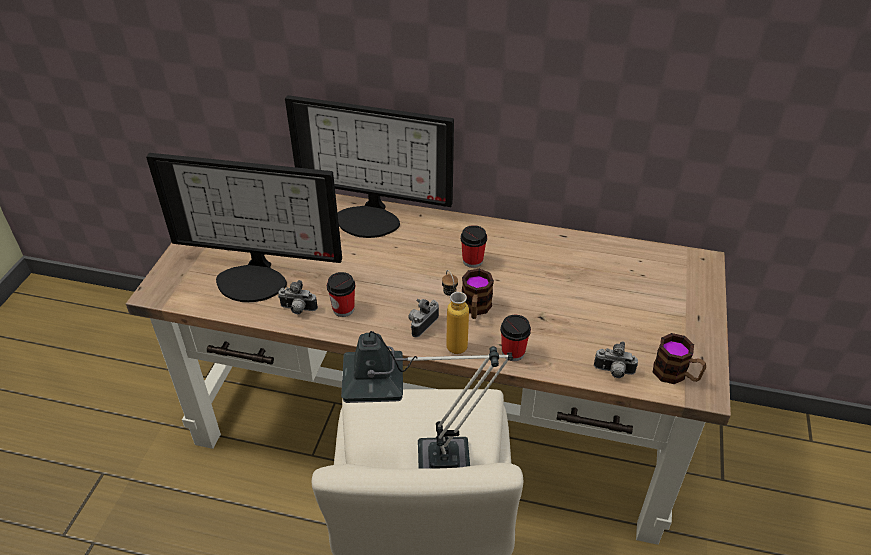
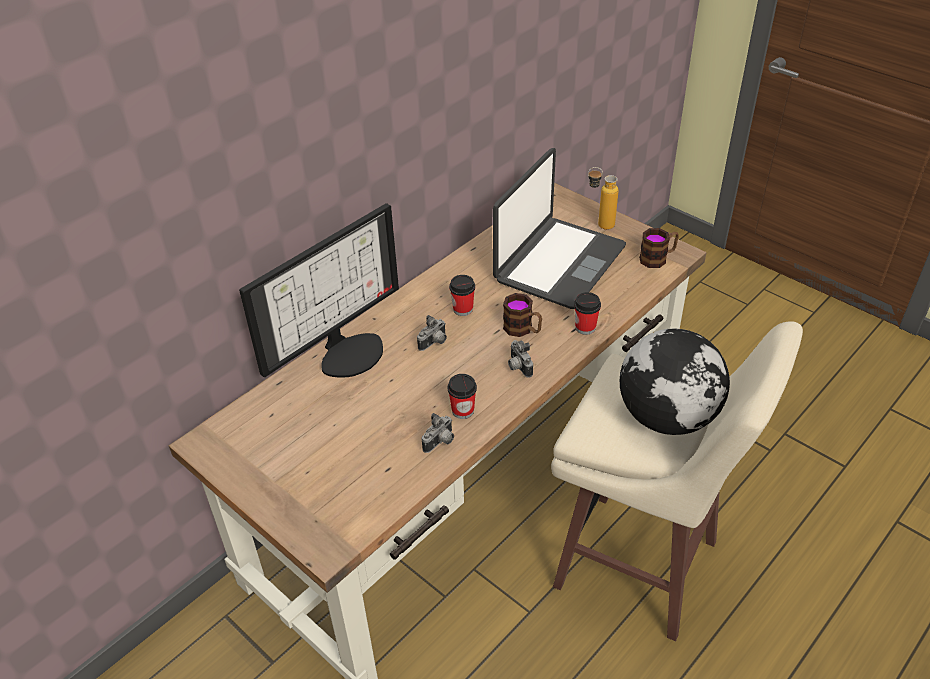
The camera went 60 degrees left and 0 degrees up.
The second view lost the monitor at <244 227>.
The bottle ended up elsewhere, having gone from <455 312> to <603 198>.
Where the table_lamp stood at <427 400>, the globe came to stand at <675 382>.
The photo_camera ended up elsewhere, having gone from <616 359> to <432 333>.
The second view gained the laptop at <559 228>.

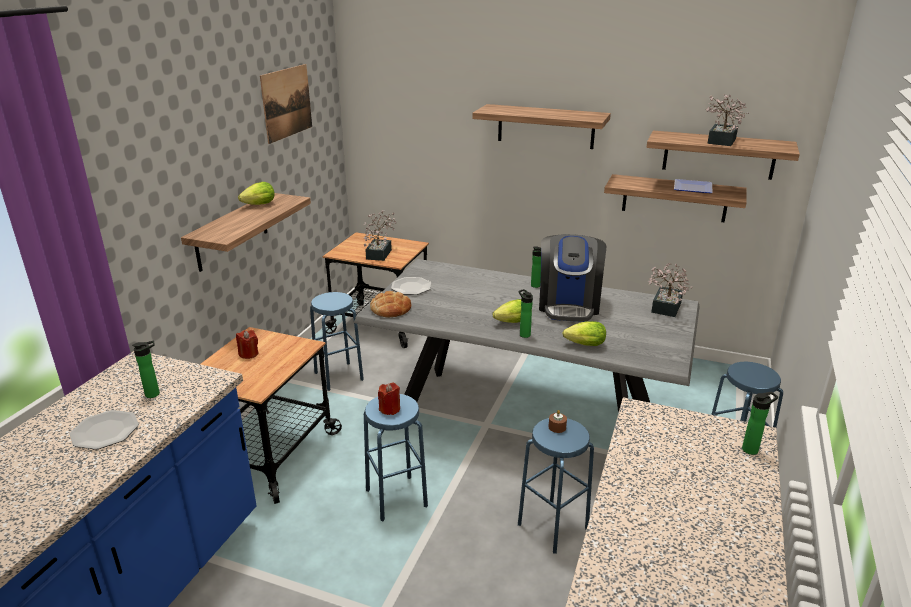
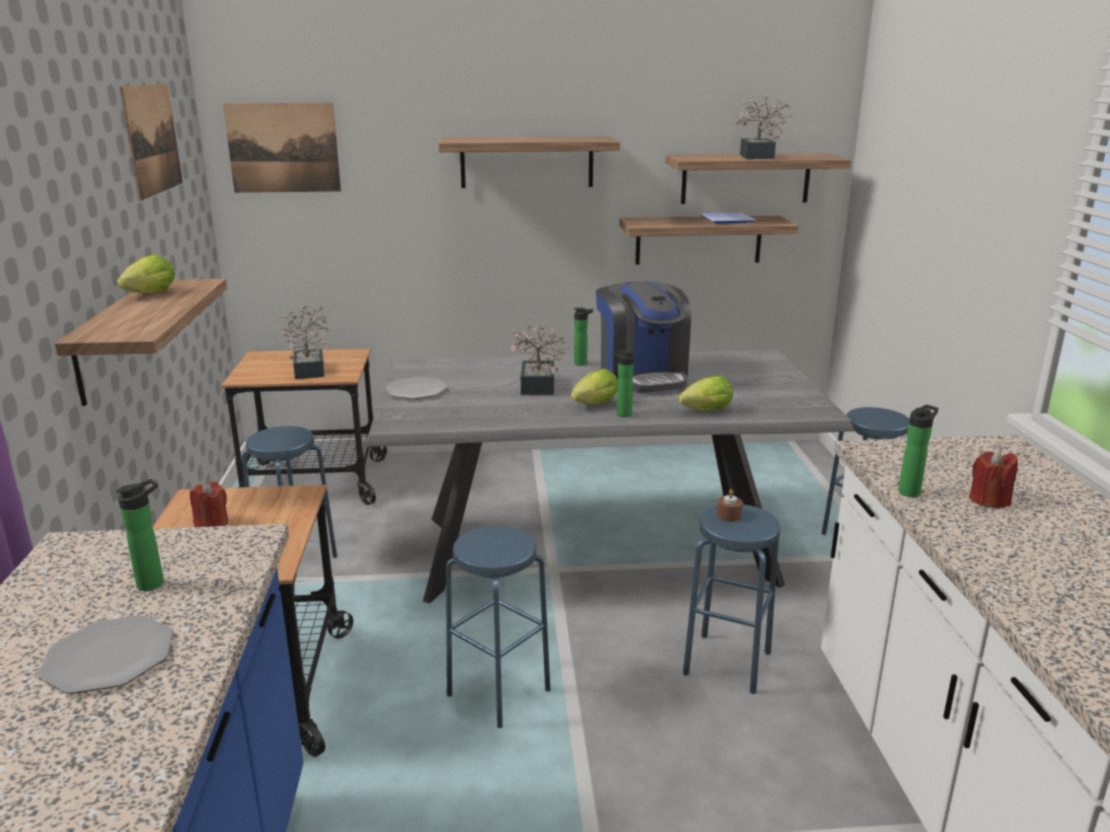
The camera went 25 degrees left and 5 degrees down.
The potted_plant ended up elsewhere, having gone from <670 290> to <540 360>.
The second view lost the bread at <390 304>.
The red_candle ended up elsewhere, having gone from <389 399> to <993 479>.
The bottle ended up elsewhere, having gone from <760 423> to <918 451>.
The second view gained the picture at <282 148>.

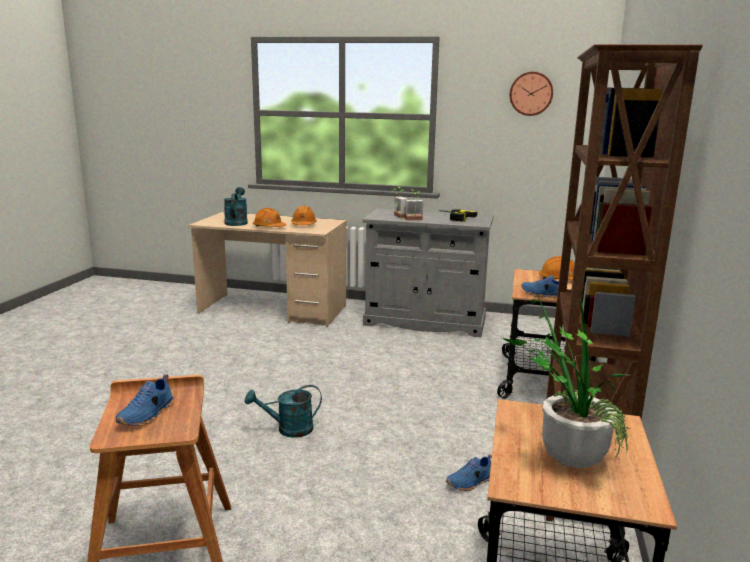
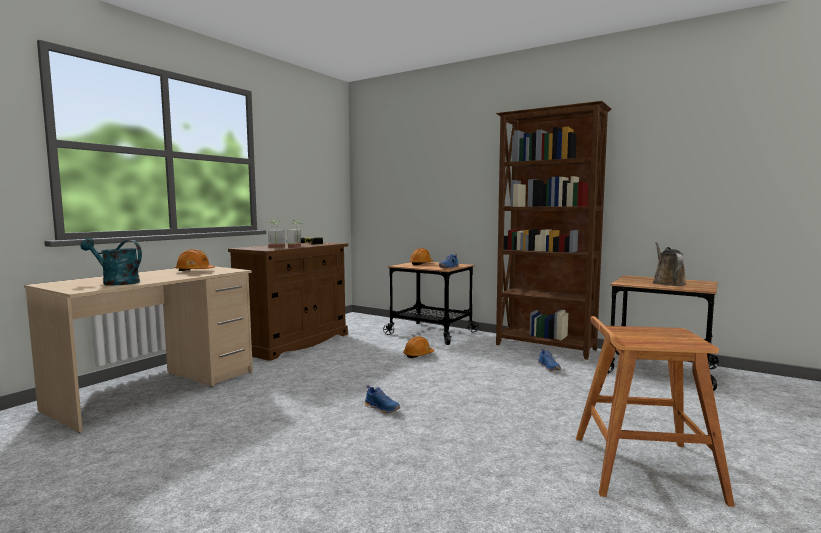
The camera went 70 degrees left and 10 degrees down.
The second view lost the wall_clock at <531 94>.
The orange_hard_hat ended up elsewhere, having gone from <269 217> to <418 347>.
What was the grey_cabinet at <428 273> turned into the brown_cabinet at <288 301>.
Where the potted_plant stood at <566 377>, the brown_watering_can came to stand at <669 264>.
The blue_shoe ended up elsewhere, having gone from <145 400> to <382 399>.
The second view lost the turquoise_watering_can at <283 411>.

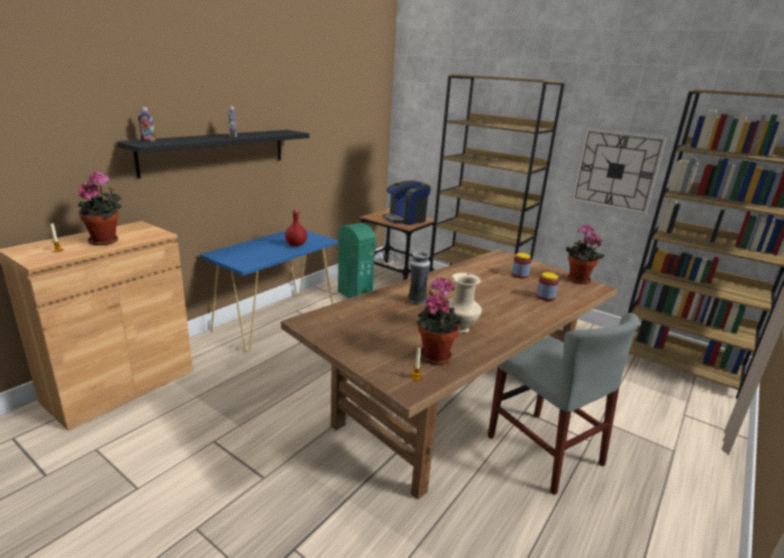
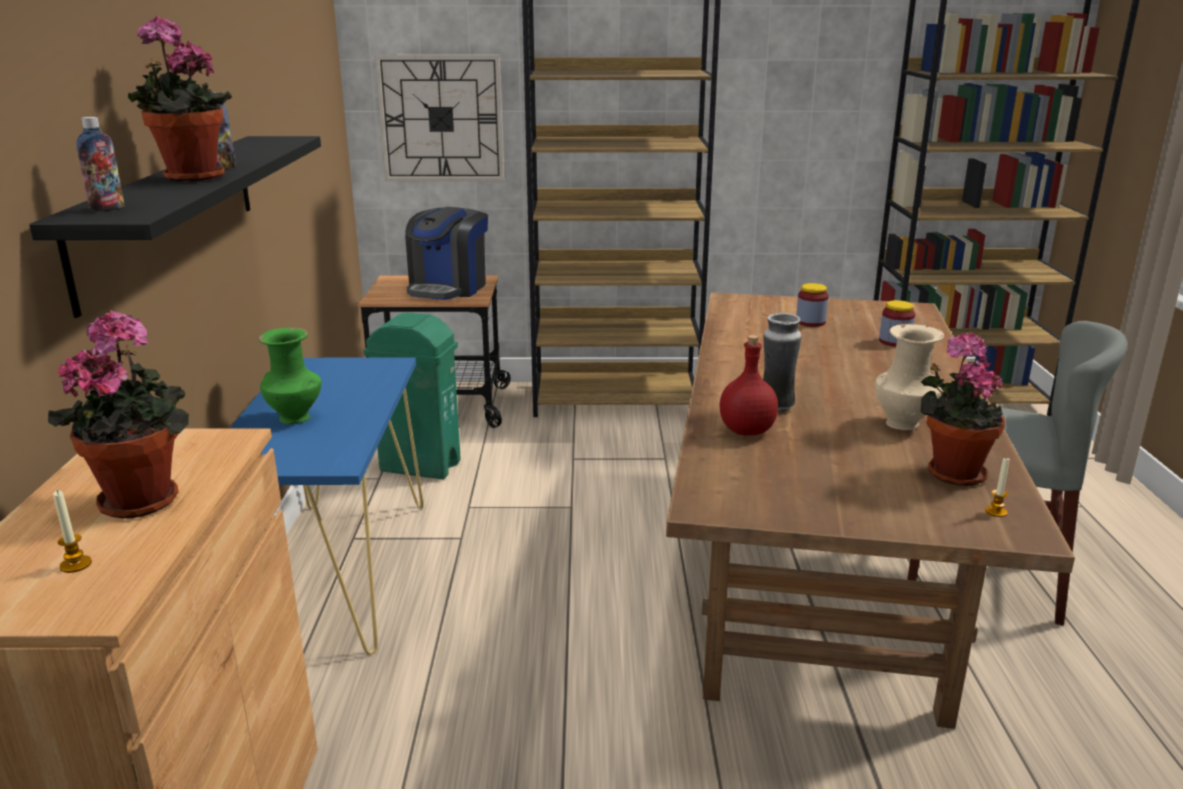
The camera went 35 degrees left and 0 degrees up.
The wall_clock ended up elsewhere, having gone from <619 171> to <439 118>.
The red_bottle ended up elsewhere, having gone from <296 227> to <748 385>.
The potted_plant ended up elsewhere, having gone from <585 254> to <180 99>.
The second view gained the green_vase at <289 375>.

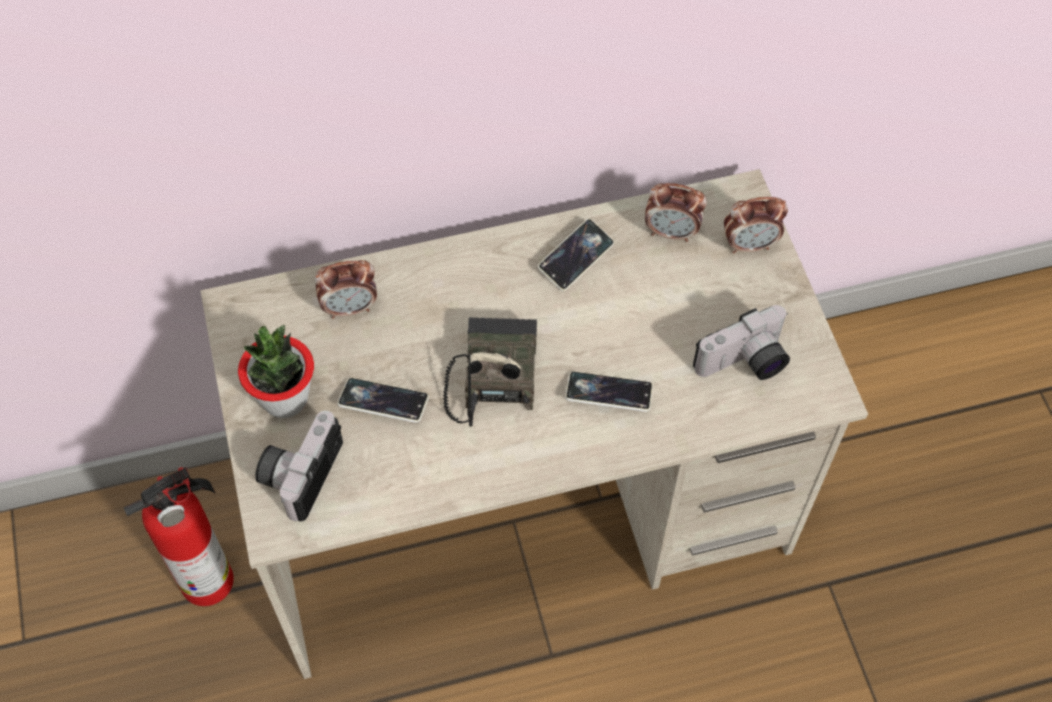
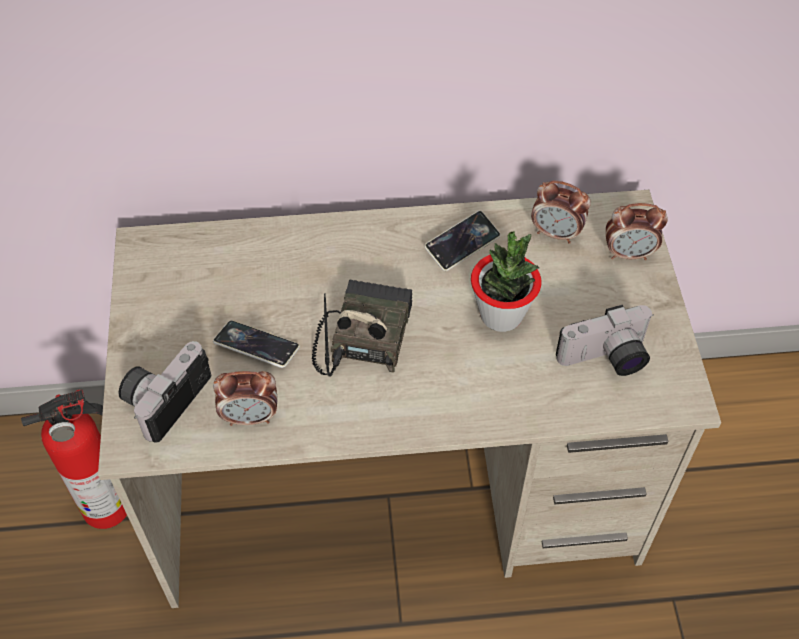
The camera went 10 degrees right and 5 degrees down.
The alarm_clock ended up elsewhere, having gone from <346 289> to <245 398>.
The potted_plant ended up elsewhere, having gone from <276 371> to <506 281>.
The second view lost the phone at <609 392>.

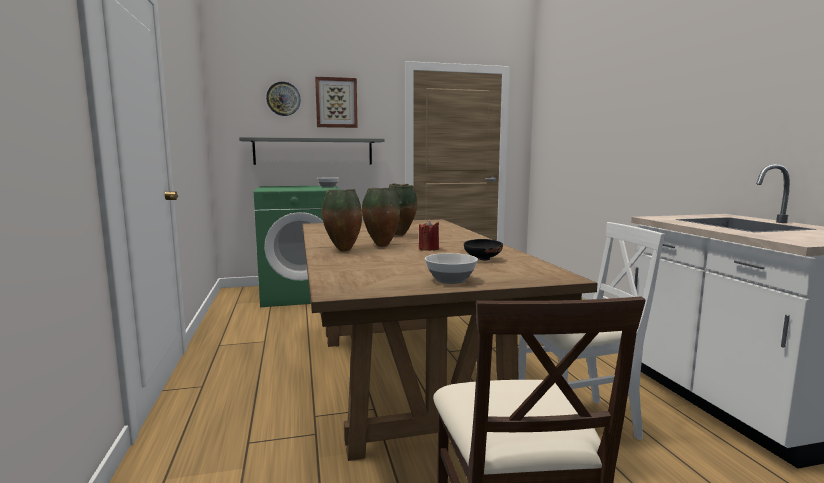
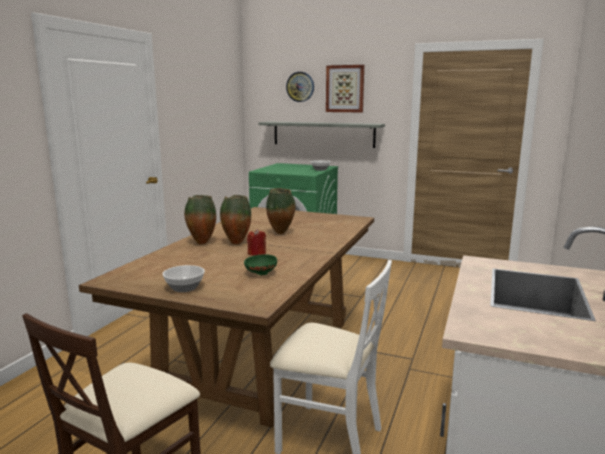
The camera went 35 degrees right and 5 degrees up.
What was the black_bowl at <483 250> turned into the green_bowl at <260 264>.

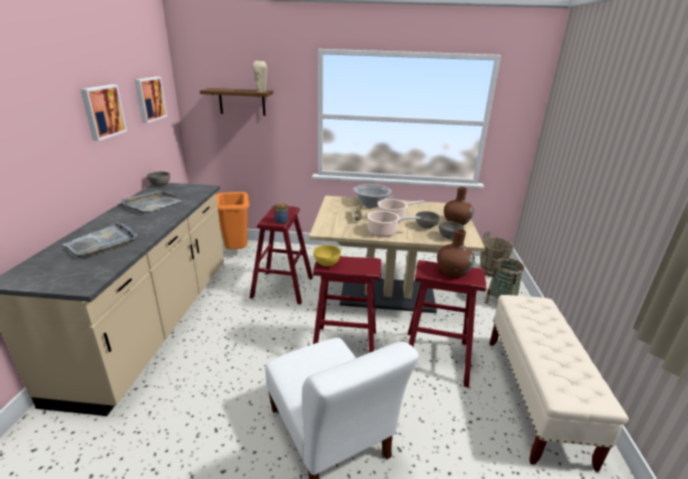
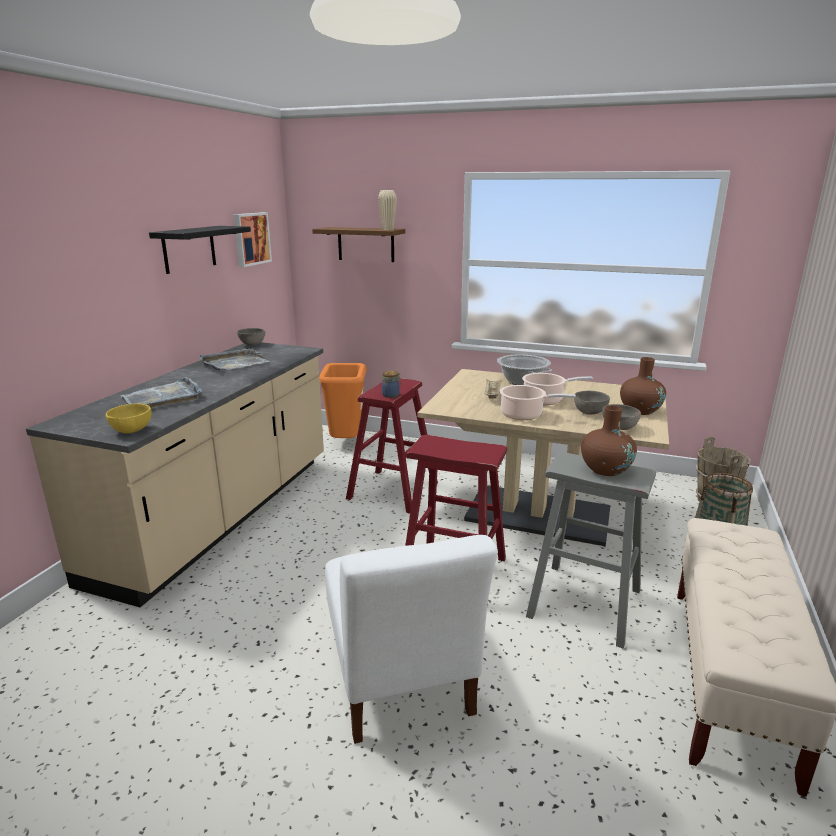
The camera went 15 degrees right and 5 degrees down.
Where the picture hung at <103 113>, the black_shelf came to hang at <200 250>.
The yellow_bowl ended up elsewhere, having gone from <327 256> to <129 418>.
What was the red_stool at <447 324> turned into the grey_stool at <591 550>.

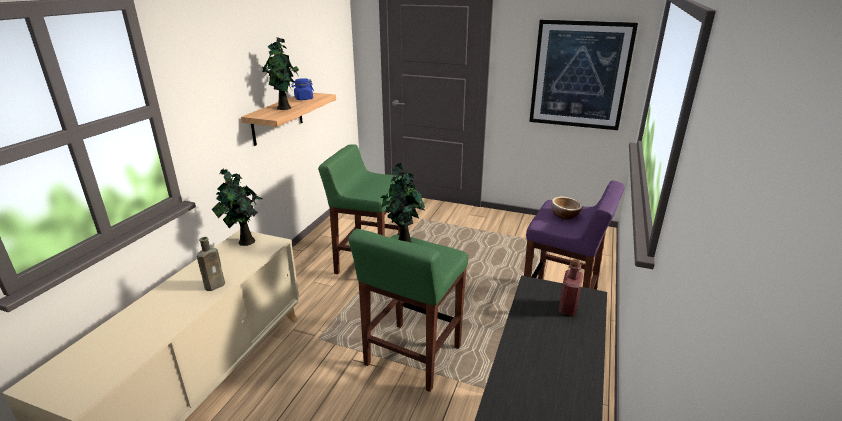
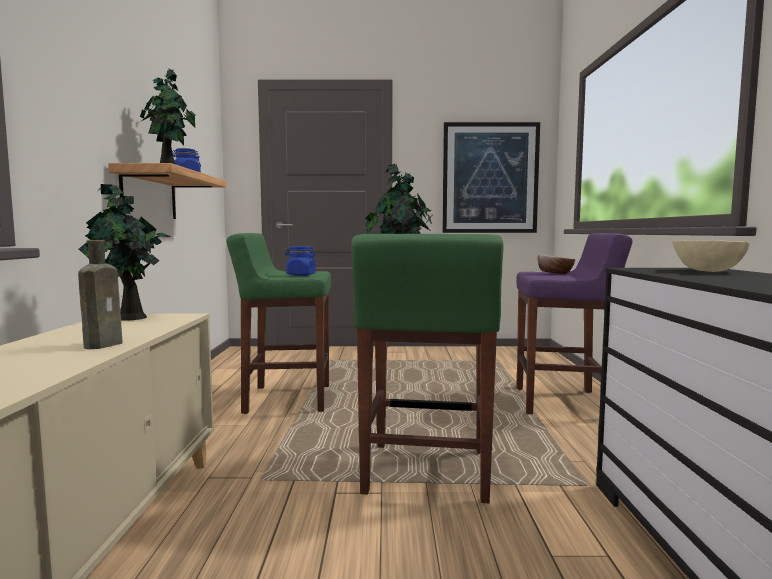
The camera went 20 degrees left and 20 degrees down.
Where the red_bottle stood at <570 287>, the beige_bowl came to stand at <711 256>.
The second view gained the blue_jar at <301 261>.

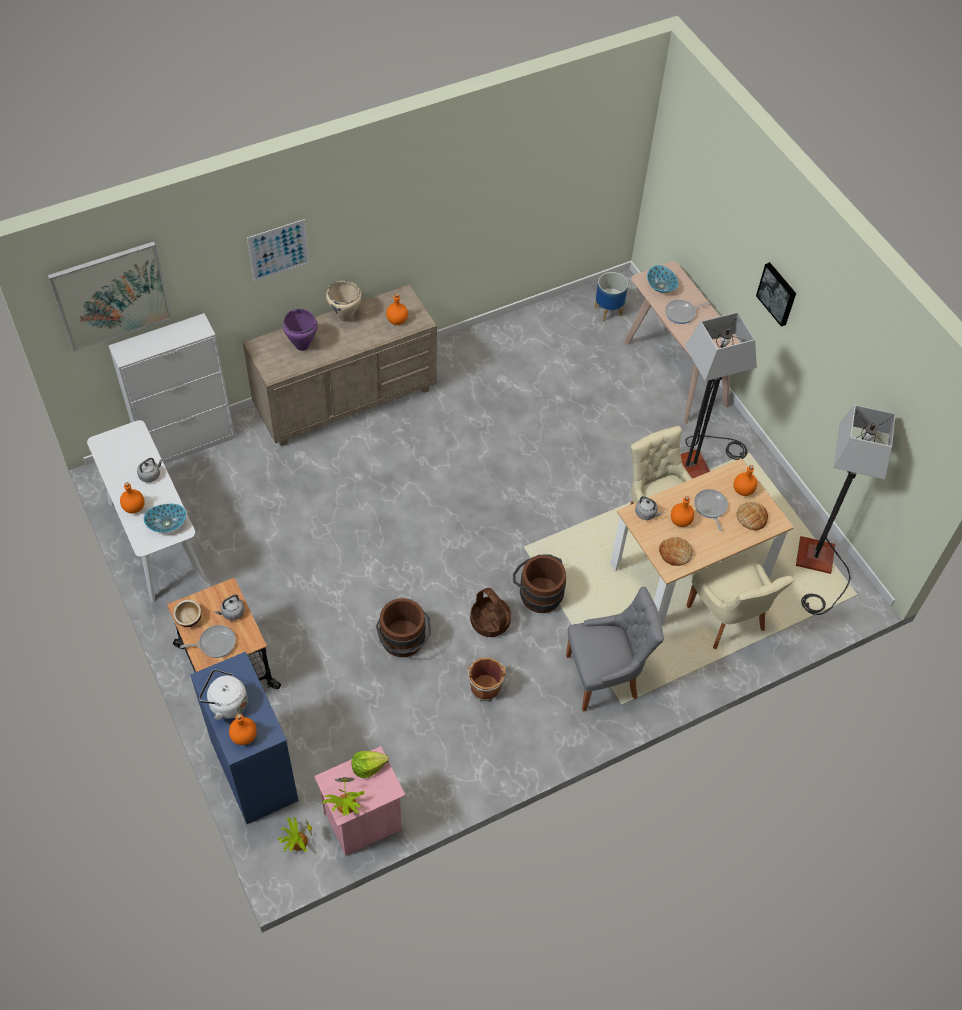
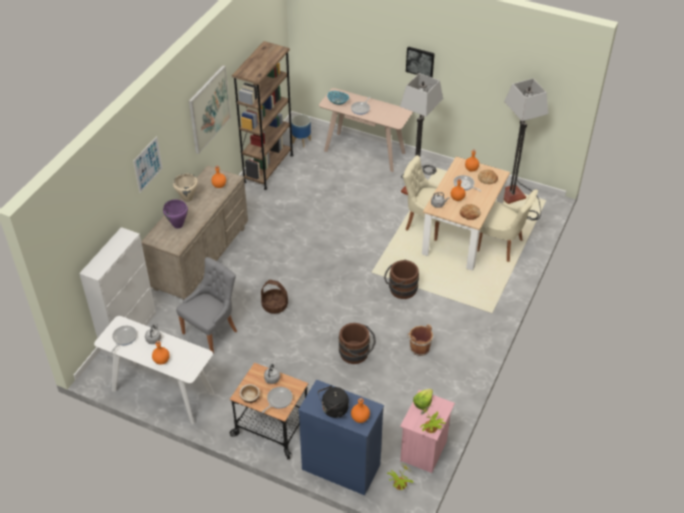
The camera went 35 degrees left and 10 degrees down.
The picture ended up elsewhere, having gone from <110 296> to <210 109>.
The second view lost the bowl at <165 518>.
The grey_chair ended up elsewhere, having gone from <615 648> to <206 305>.
The basket ended up elsewhere, having gone from <490 612> to <274 297>.
What was the white_kettle at <223 694> turned into the black_kettle at <333 402>.
The second view gained the brown_bookcase at <263 115>.
The second view gained the frying_pan at <124 339>.

